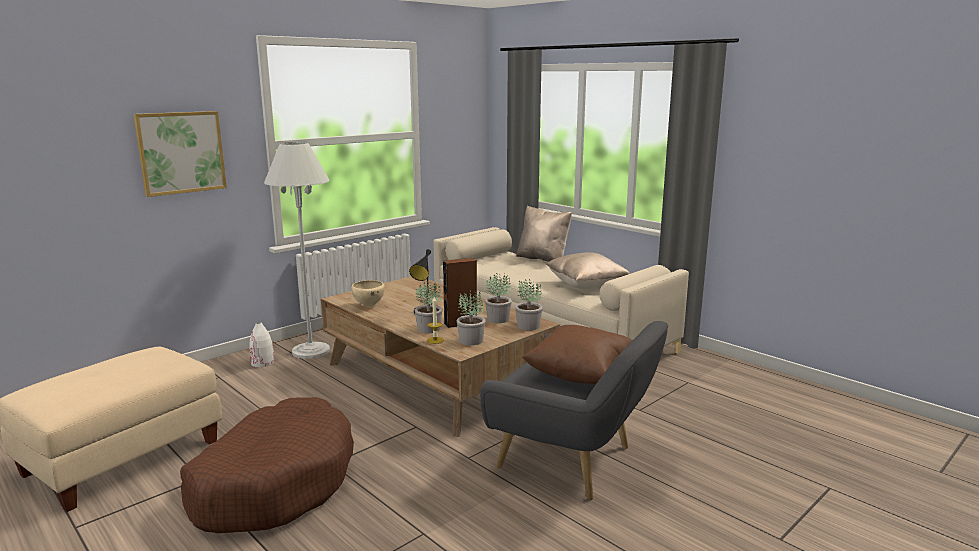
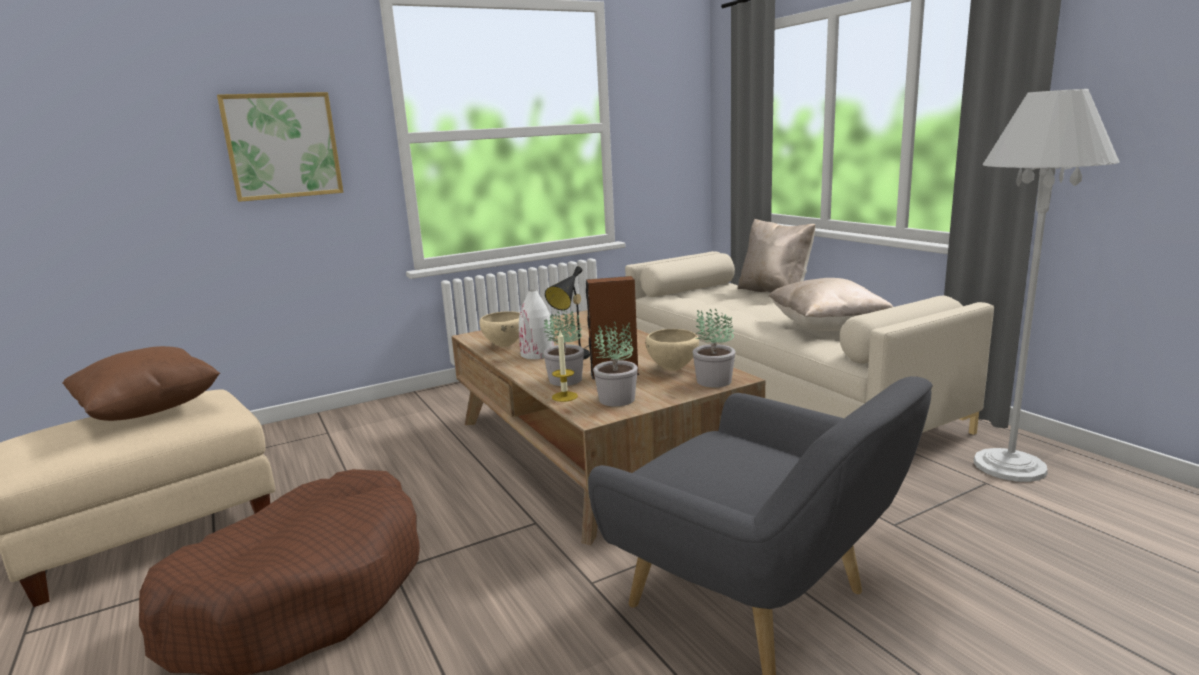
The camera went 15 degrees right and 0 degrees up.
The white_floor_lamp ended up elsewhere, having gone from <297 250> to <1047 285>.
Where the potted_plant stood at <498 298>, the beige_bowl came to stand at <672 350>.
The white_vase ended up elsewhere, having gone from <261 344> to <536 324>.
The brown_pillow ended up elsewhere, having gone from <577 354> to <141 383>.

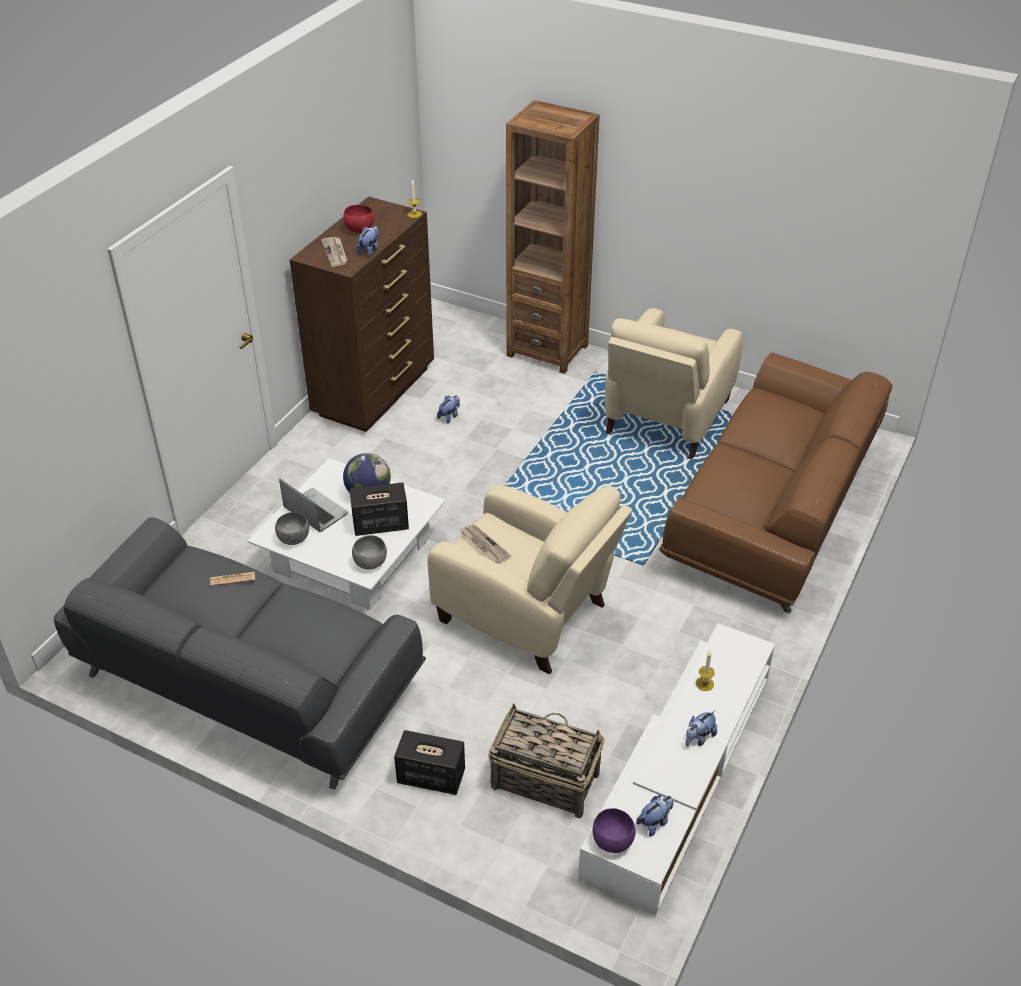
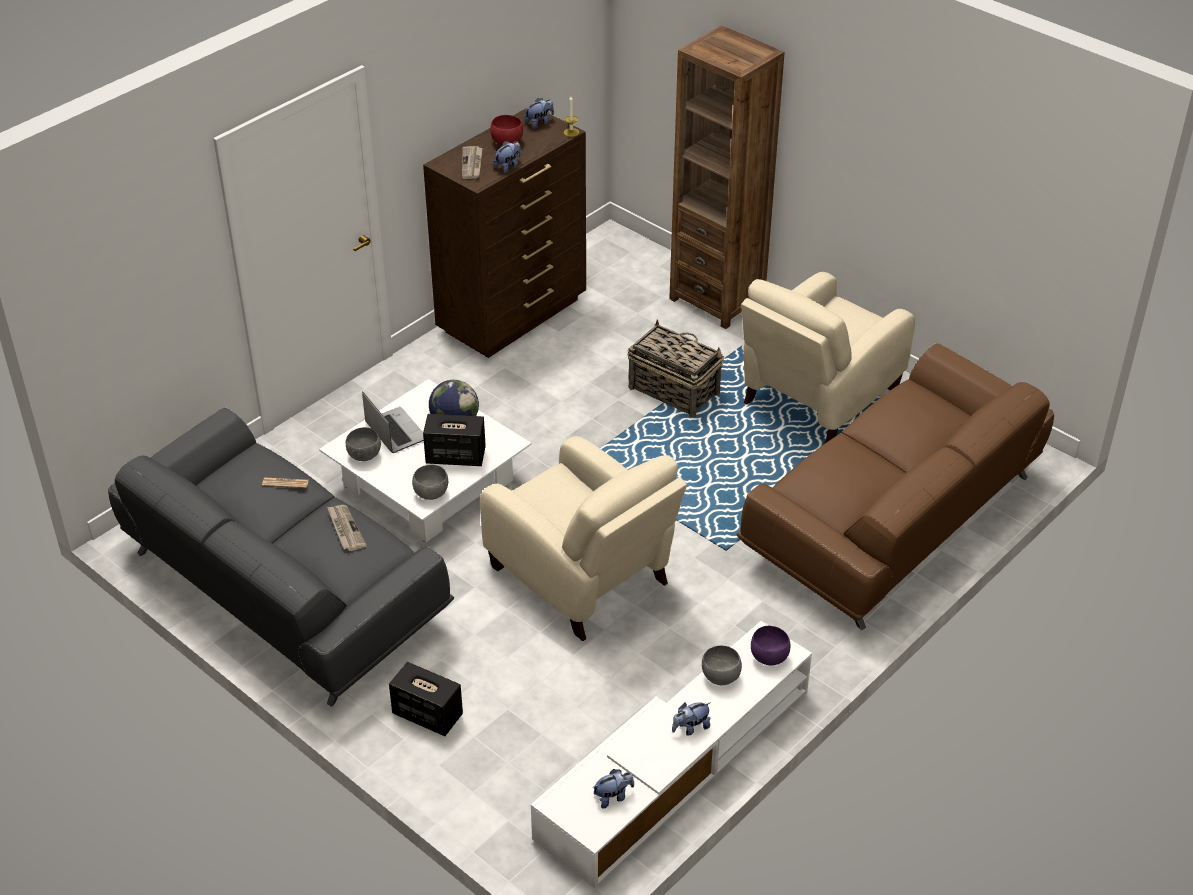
The camera went 15 degrees right and 0 degrees up.
The plush_toy ended up elsewhere, having gone from <448 409> to <539 113>.
The newspaper ended up elsewhere, having gone from <485 544> to <347 528>.
Where the candle stood at <705 671>, the grey_bowl came to stand at <722 665>.
The basket ended up elsewhere, having gone from <546 760> to <676 368>.
The purple_bowl ended up elsewhere, having gone from <614 830> to <770 646>.

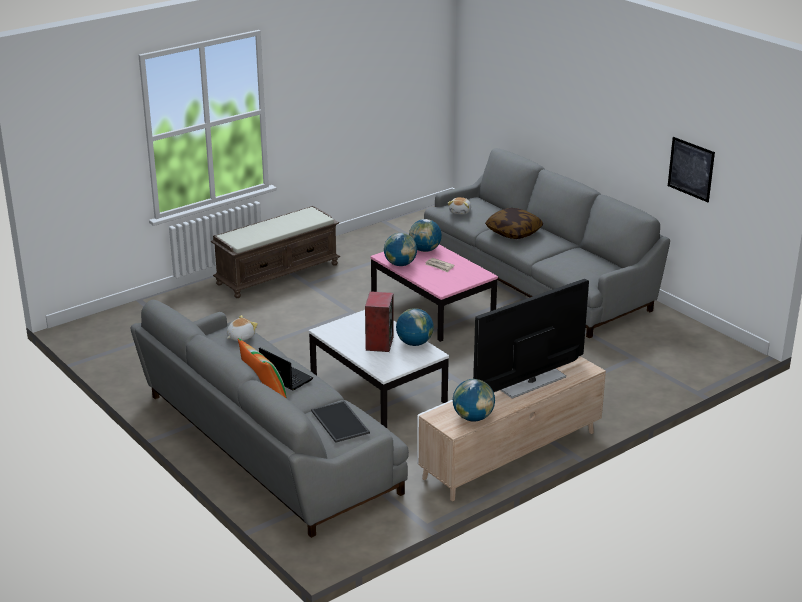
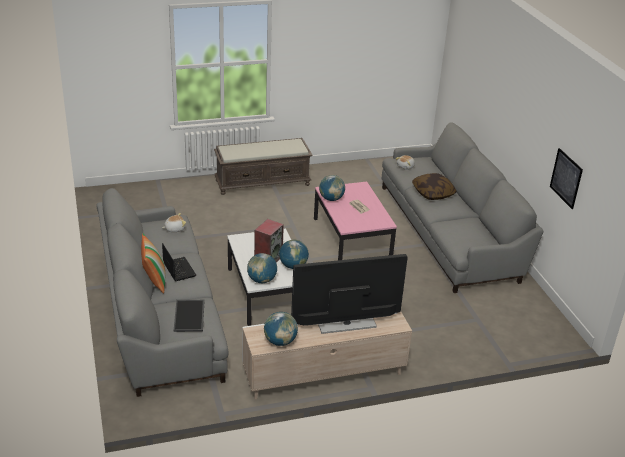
The camera went 20 degrees right and 5 degrees up.
The globe ended up elsewhere, having gone from <425 235> to <262 268>.

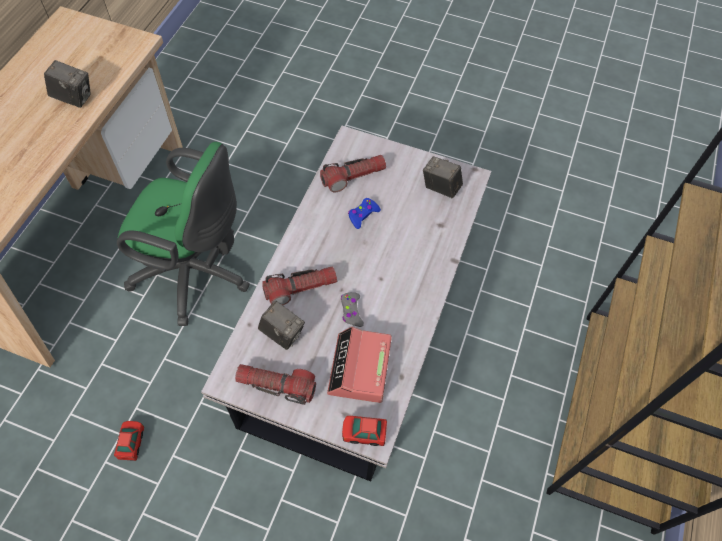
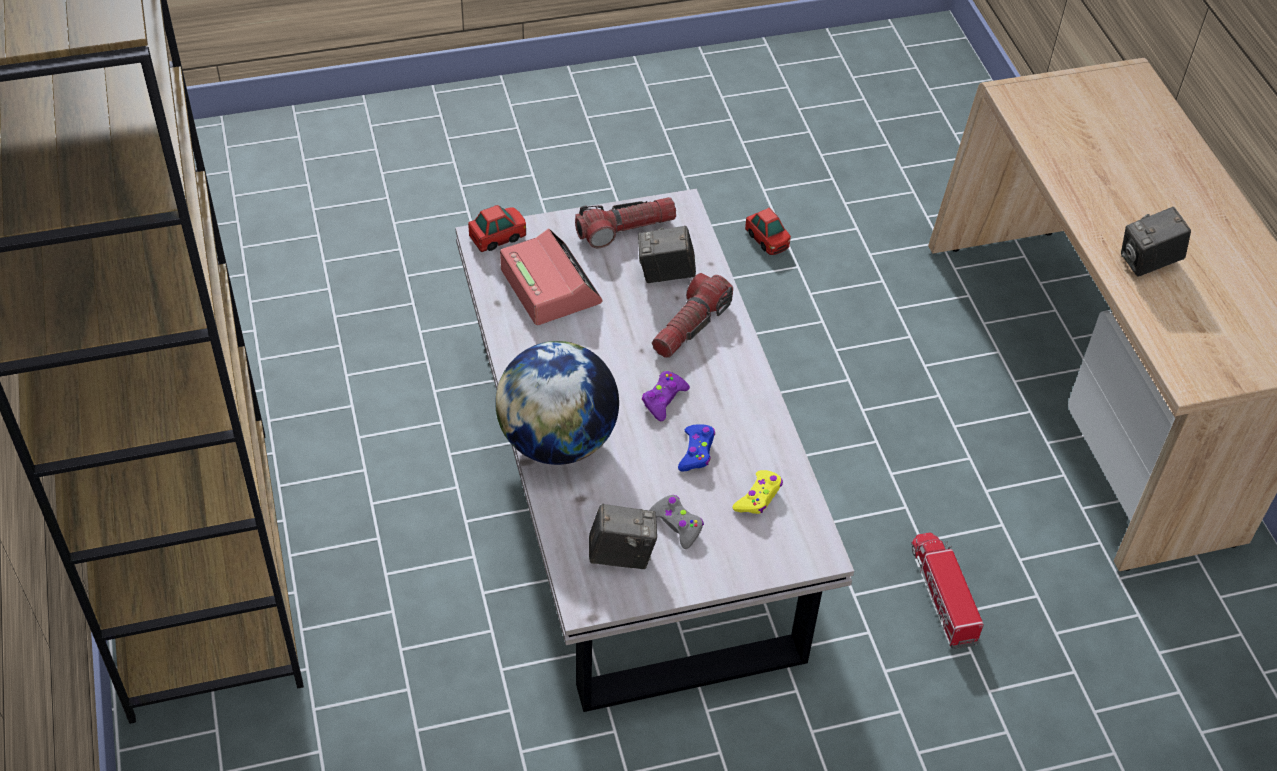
The camera went 145 degrees right and 10 degrees down.
The second view lost the green_office_chair at <183 234>.
Where the flashlight stood at <353 173>, the yellow_game_controller came to stand at <758 492>.
The grey_game_controller ended up elsewhere, having gone from <352 309> to <676 522>.
The second view gained the globe at <557 403>.
The second view gained the purple_game_controller at <666 396>.
The second view gained the toy_truck at <947 590>.

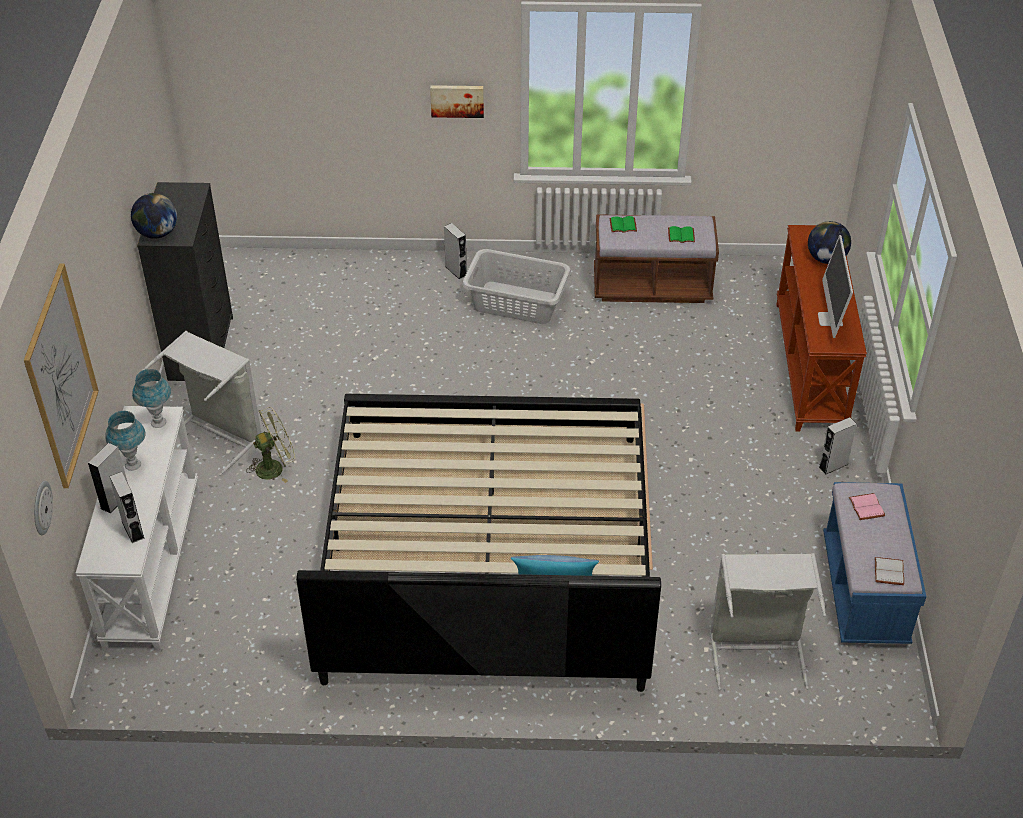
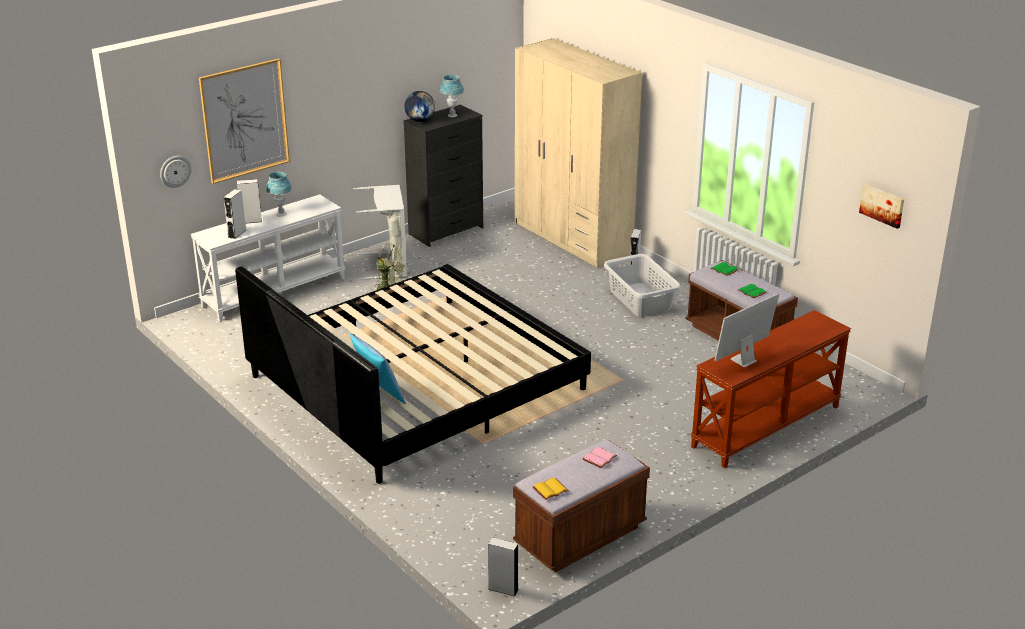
The camera went 50 degrees right and 15 degrees down.
The picture ended up elsewhere, having gone from <457 101> to <881 206>.
The second view lost the globe at <829 242>.
The blue_table_lamp ended up elsewhere, having gone from <151 398> to <452 96>.
The grey_speaker ended up elsewhere, having gone from <837 446> to <503 567>.
What was the blue_bench at <875 563> turned into the brown_bench at <581 506>.
The second view lost the grey_laundry_basket at <768 622>.
What was the white_book at <889 571> turned into the yellow_book at <551 489>.
The second view gained the beige_wardrobe at <578 153>.

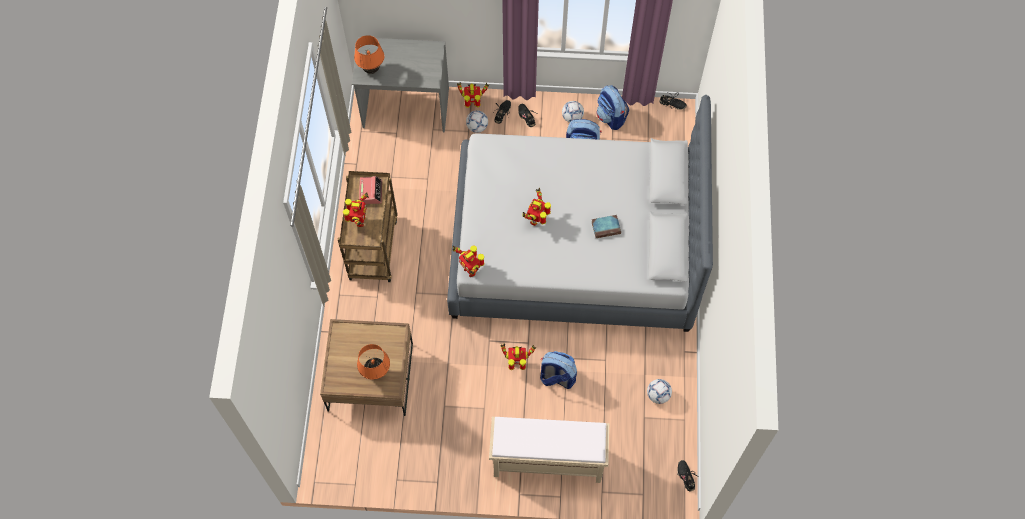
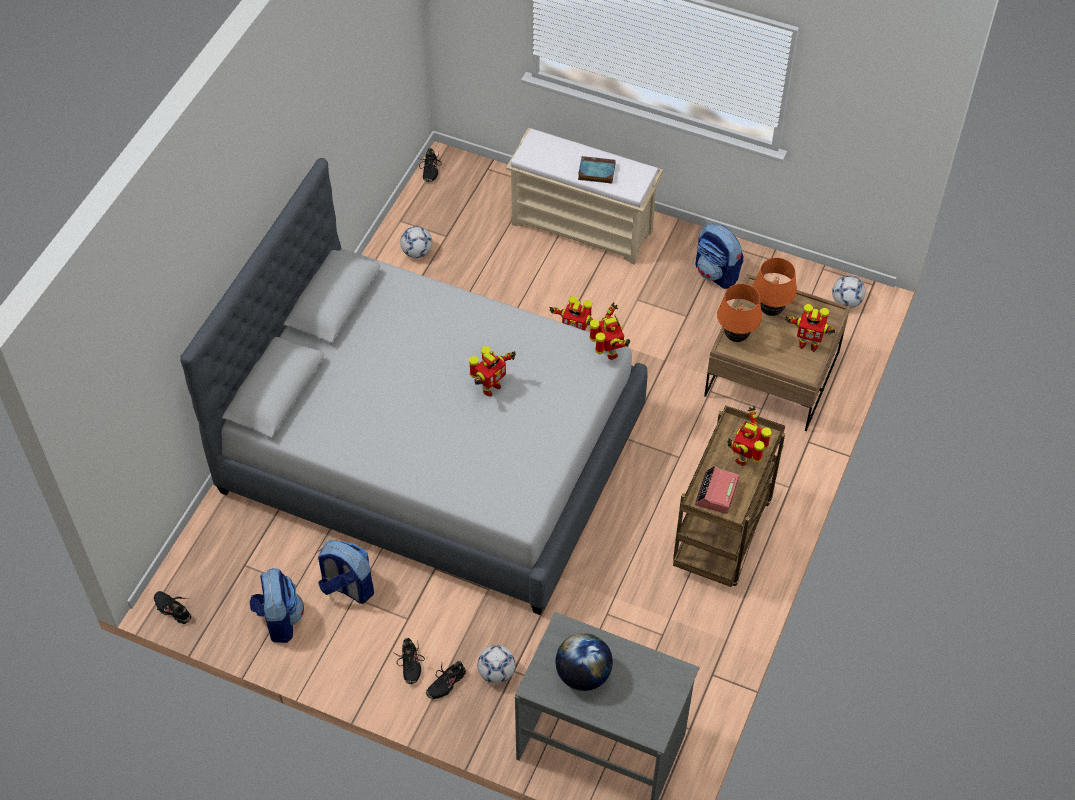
The camera went 160 degrees left and 10 degrees down.
The orange_table_lamp ended up elsewhere, having gone from <369 54> to <739 313>.
The toy_robot ended up elsewhere, having gone from <473 95> to <810 328>.
The football ended up elsewhere, having gone from <573 112> to <849 291>.
The book ended up elsewhere, having gone from <606 226> to <597 170>.
The backpack ended up elsewhere, having gone from <558 370> to <719 256>.
The second view gained the globe at <584 662>.

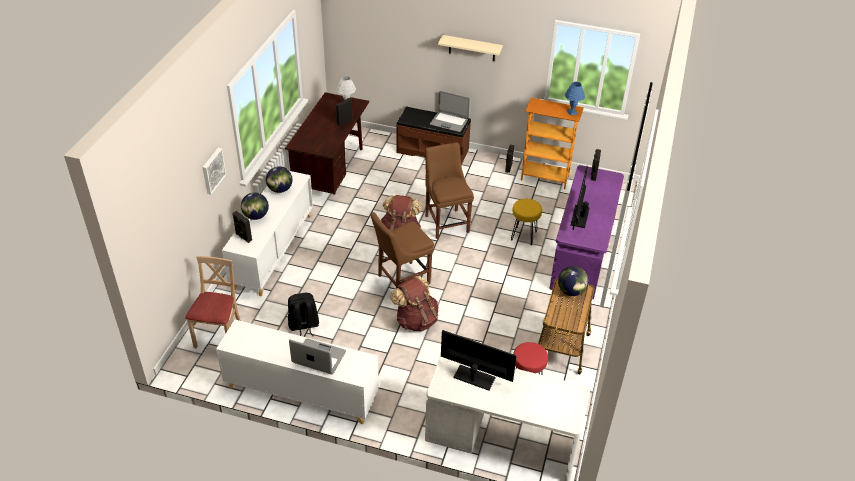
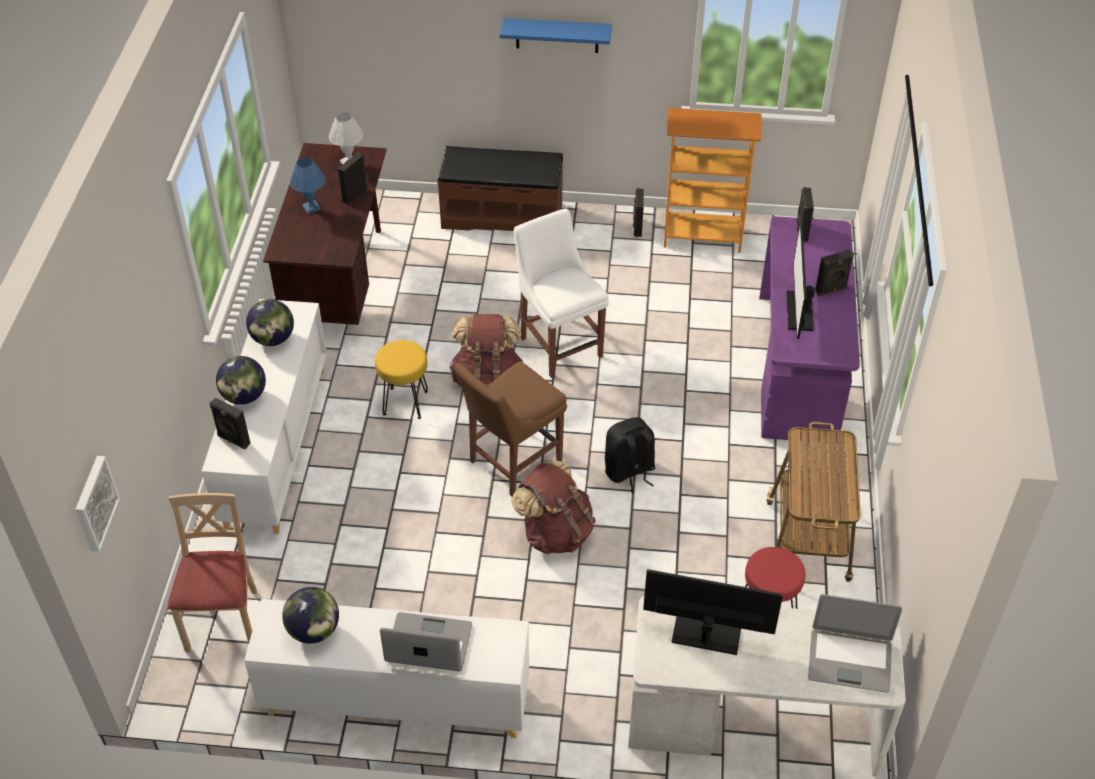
The camera went 10 degrees left and 5 degrees up.
What was the beige_shelf at <470 48> turned into the blue_shelf at <556 35>.
The blue_table_lamp ended up elsewhere, having gone from <575 99> to <308 185>.
The laptop ended up elsewhere, having gone from <450 111> to <855 643>.
What was the brown_chair at <449 190> turned into the white_chair at <561 293>.
The picture ended up elsewhere, having gone from <214 171> to <97 504>.
The yellow_stool ended up elsewhere, having gone from <526 222> to <401 379>.
The globe ended up elsewhere, having gone from <573 281> to <310 615>.
The black_backpack ended up elsewhere, having gone from <303 314> to <630 455>.
The second view gained the black_speaker at <834 272>.

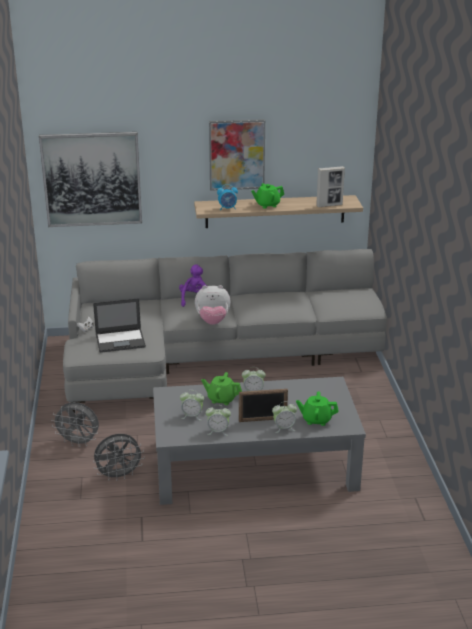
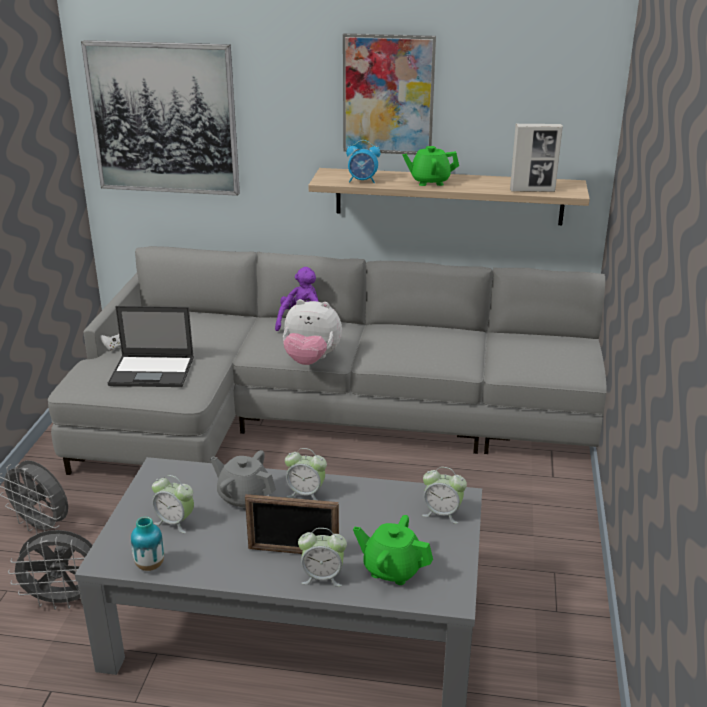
The camera went 15 degrees right and 0 degrees up.
What was the green_teapot at <221 388> turned into the grey_teapot at <243 480>.
The alarm_clock ended up elsewhere, having gone from <218 420> to <444 495>.
The second view gained the vase at <147 544>.

